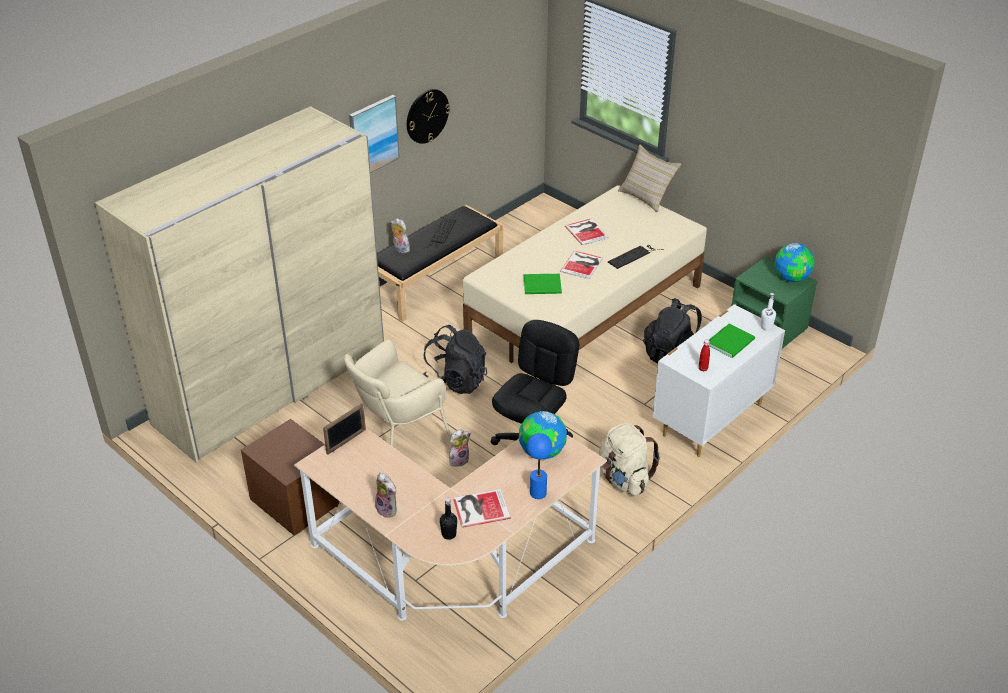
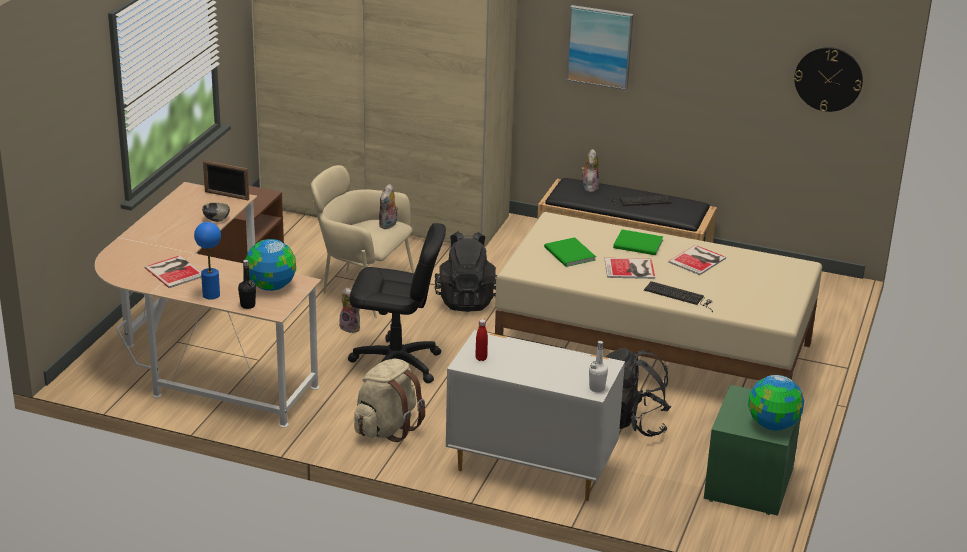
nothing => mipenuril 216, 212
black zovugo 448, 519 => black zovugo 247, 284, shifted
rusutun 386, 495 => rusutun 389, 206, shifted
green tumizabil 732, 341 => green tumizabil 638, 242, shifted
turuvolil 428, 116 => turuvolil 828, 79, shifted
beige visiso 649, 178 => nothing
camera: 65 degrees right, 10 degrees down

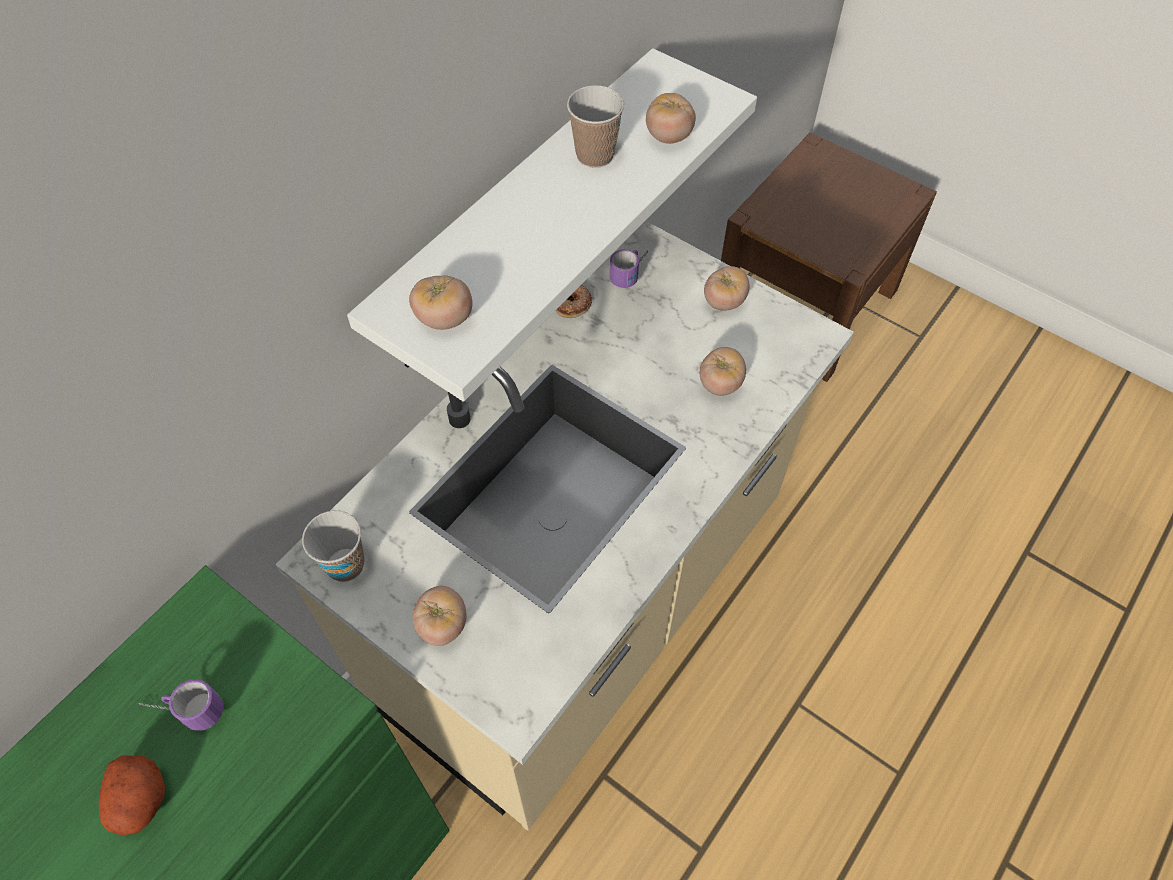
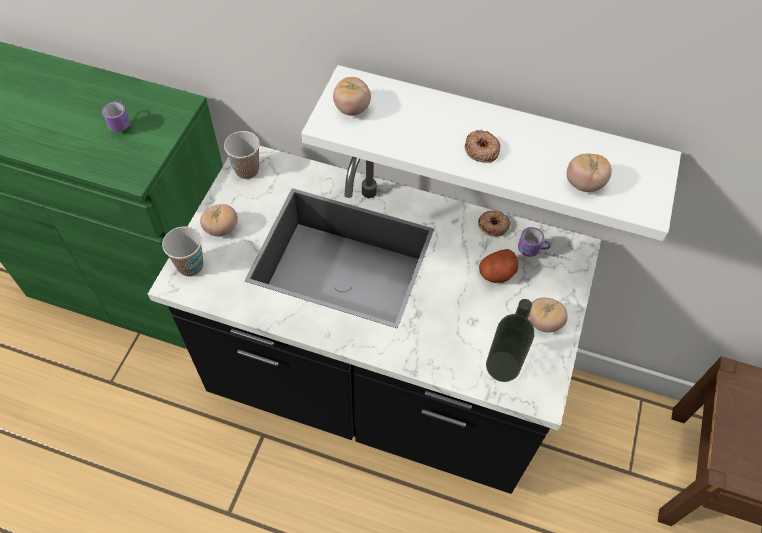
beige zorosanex 564, 525 => black zorosanex 374, 320
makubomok 595, 126 => makubomok 182, 251, shifted
nothing => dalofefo 482, 146
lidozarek 132, 796 => lidozarek 498, 266, shifted
nothing => zovugo 510, 340
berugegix 723, 371 => nothing
camera: 70 degrees right, 0 degrees up

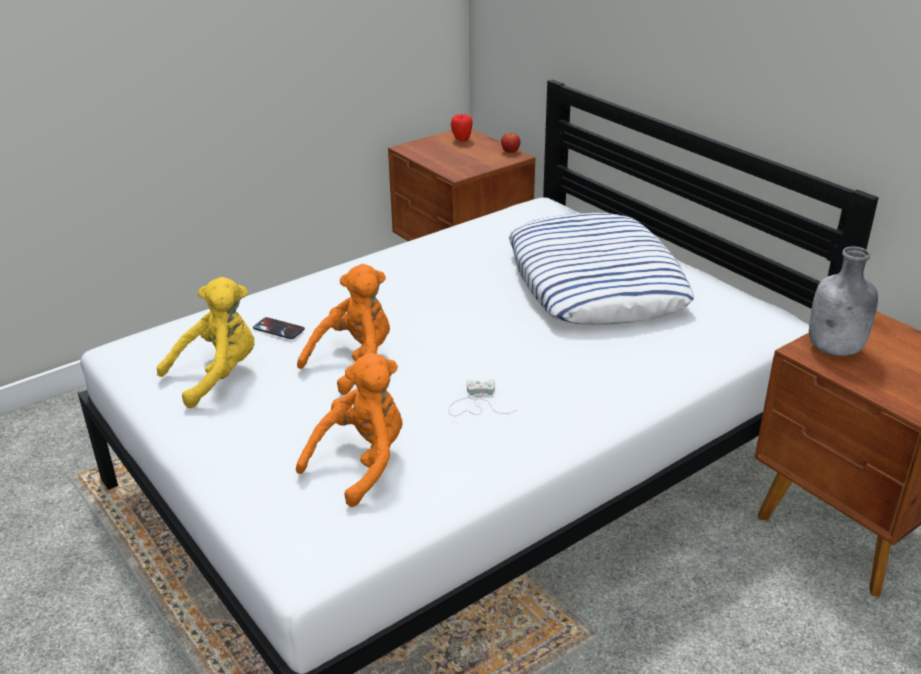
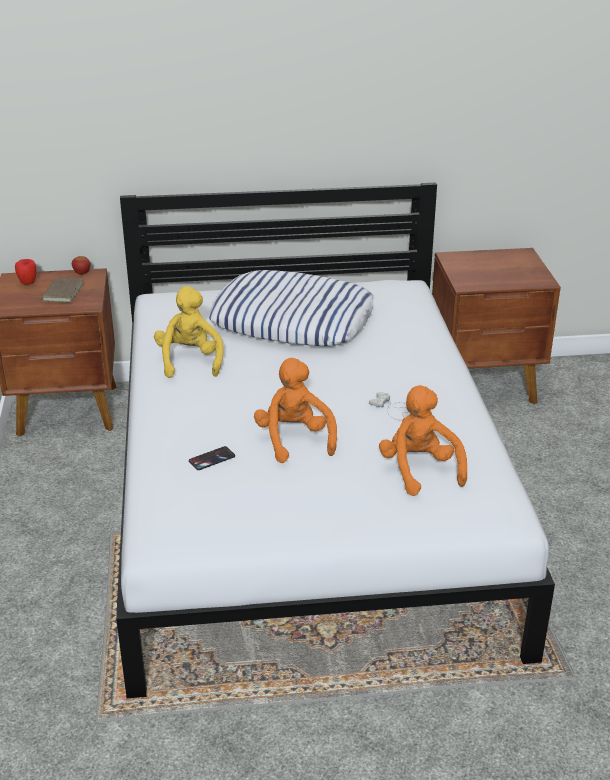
nothing => brown tumizabil 58, 290
yellow rusutun 206, 342 => yellow rusutun 189, 332, shifted
grey zovugo 843, 301 => nothing
camera: 60 degrees left, 0 degrees up

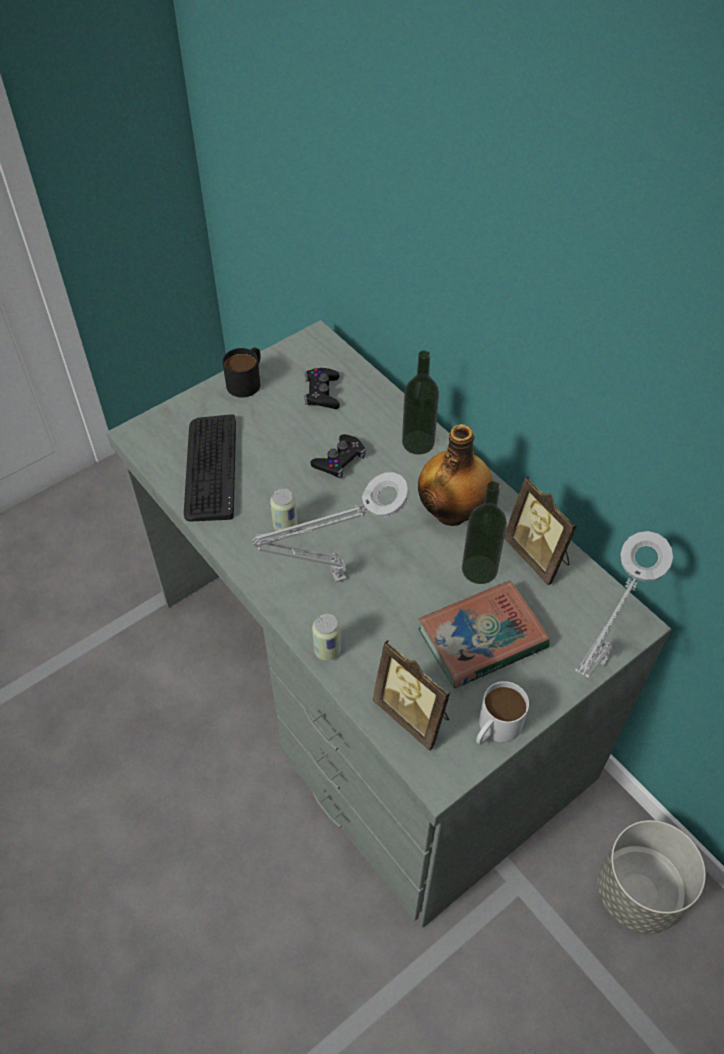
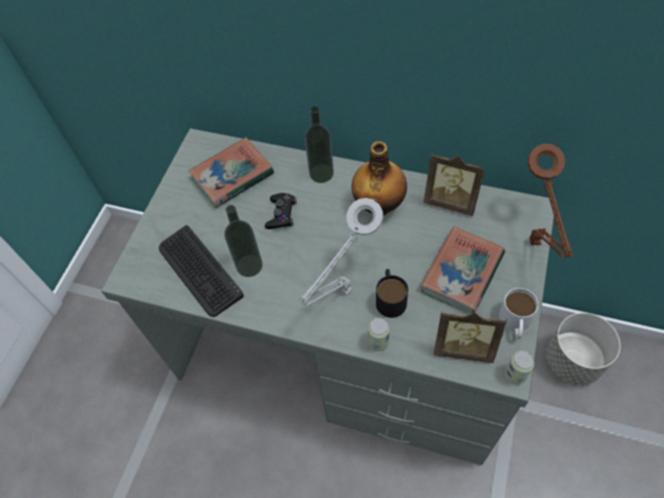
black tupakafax 322, 388 => tumizabil 231, 172
zovugo 484, 532 => zovugo 243, 241, shifted
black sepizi 241, 372 => black sepizi 392, 293, shifted
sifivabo 284, 511 => sifivabo 519, 367, shifted
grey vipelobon 623, 604 => brown vipelobon 550, 200
camera: 30 degrees left, 5 degrees up

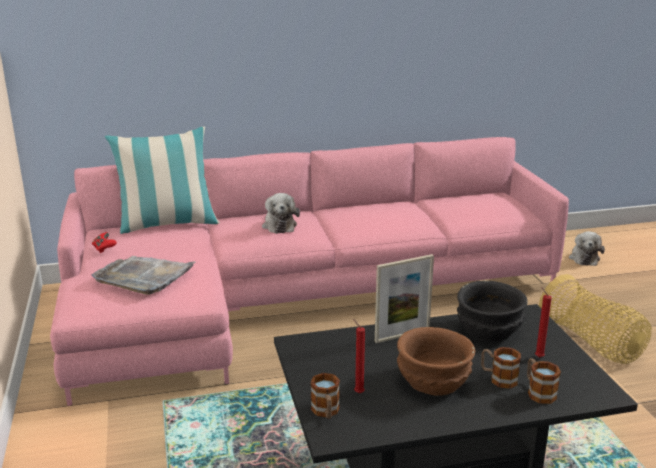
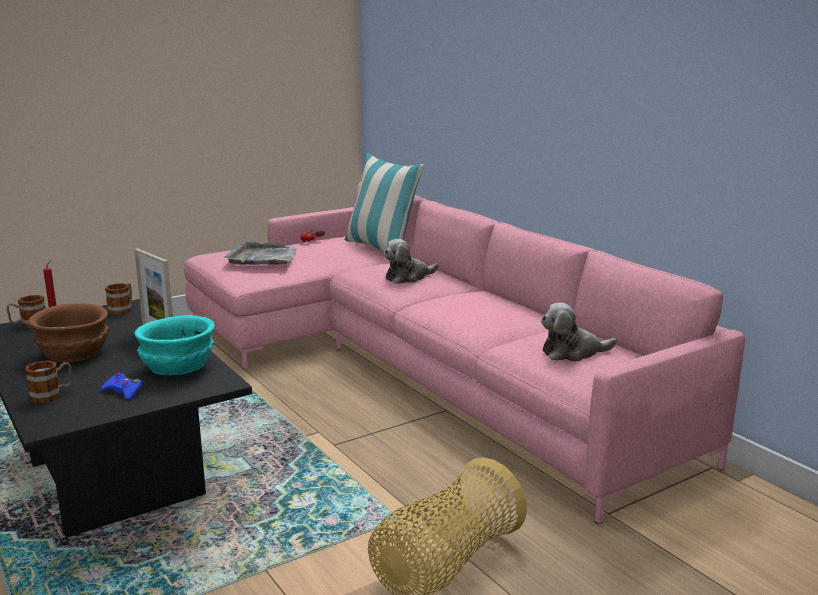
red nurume 543, 322 => blue tupakafax 121, 386
sepizi 501, 368 => sepizi 118, 299, shifted
black mipenuril 492, 311 => turquoise mipenuril 175, 345
rusutun 587, 248 => rusutun 579, 332, shifted
camera: 70 degrees right, 5 degrees down

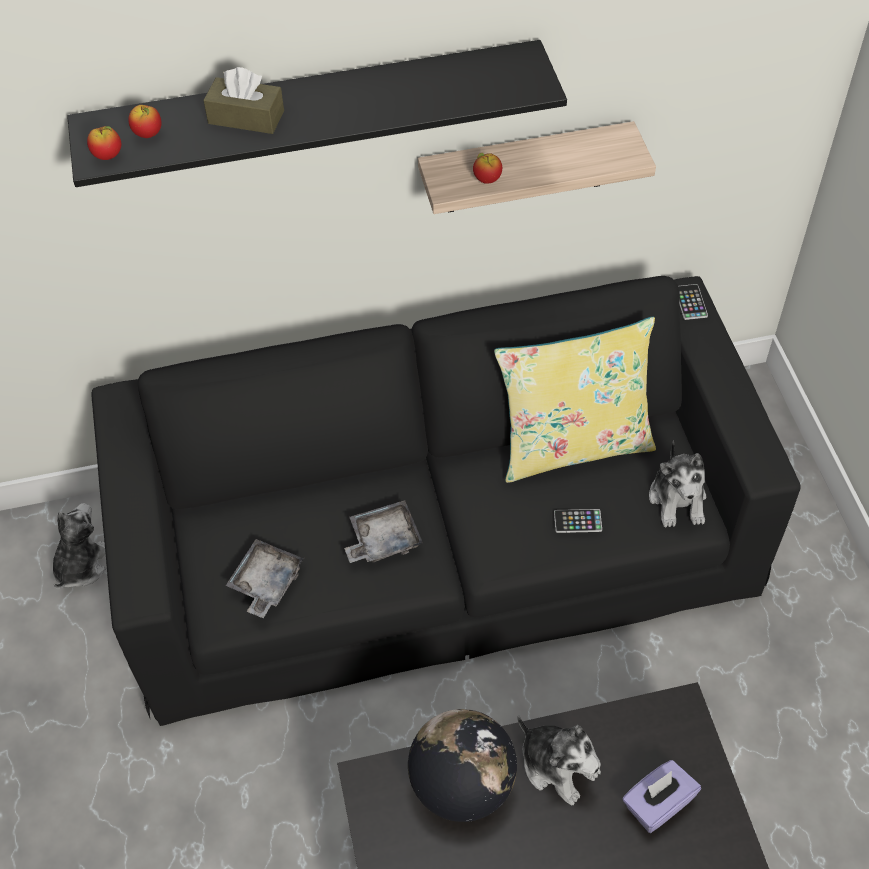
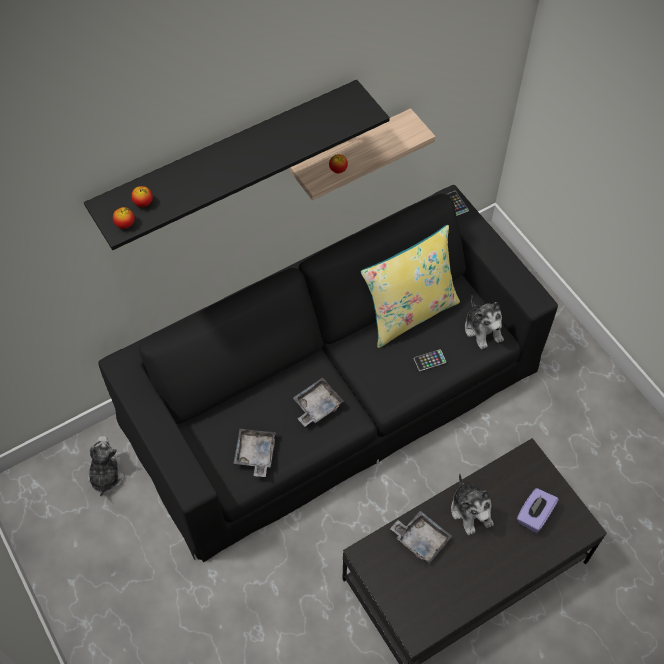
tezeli 462, 765 => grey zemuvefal 421, 537
rusutun 559, 760 => rusutun 472, 504, 45 degrees clockwise
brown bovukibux 243, 100 => nothing
camera: 20 degrees left, 5 degrees up

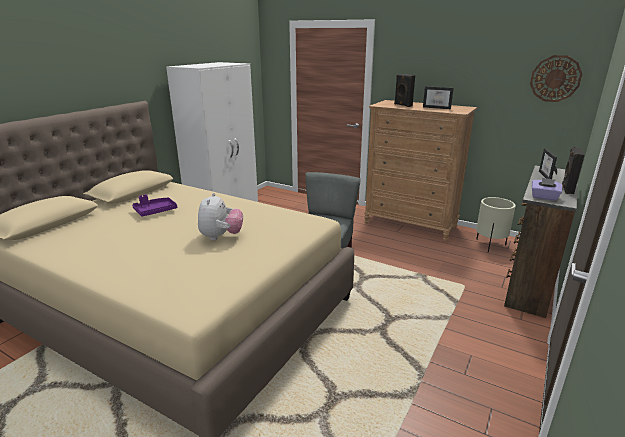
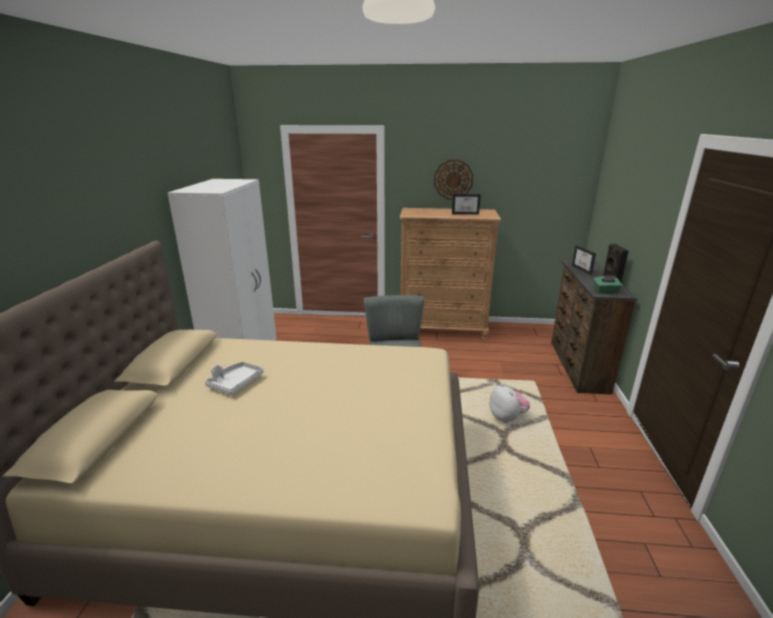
purple zemuvefal 154, 205 => white zemuvefal 234, 378
turuvolil 556, 78 => turuvolil 453, 180, shifted
rusutun 220, 217 => rusutun 509, 403, shifted
purple bovukibux 547, 189 => green bovukibux 607, 284
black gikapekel 404, 90 => nothing
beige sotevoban 496, 225 => nothing
camera: 25 degrees left, 0 degrees up

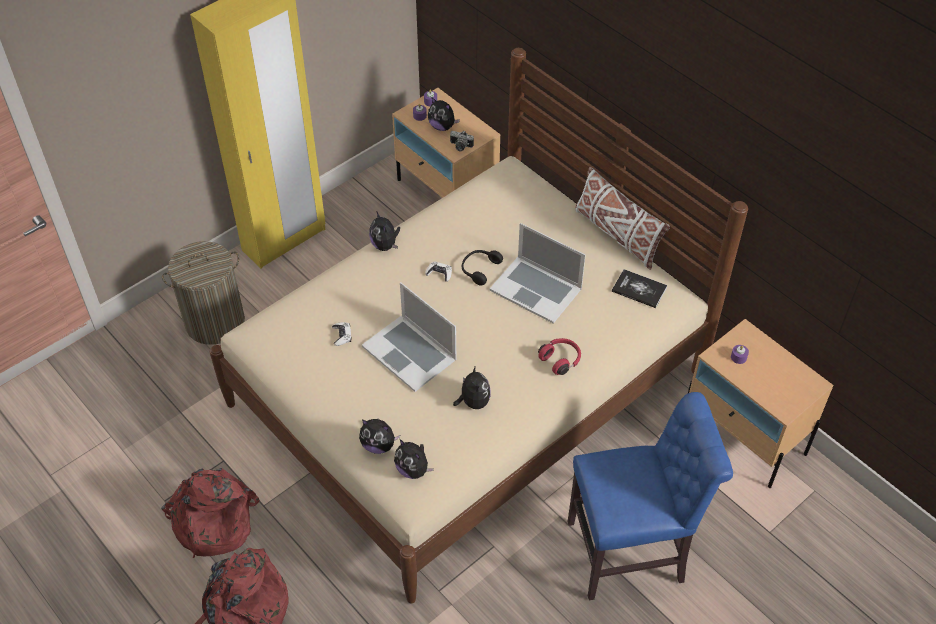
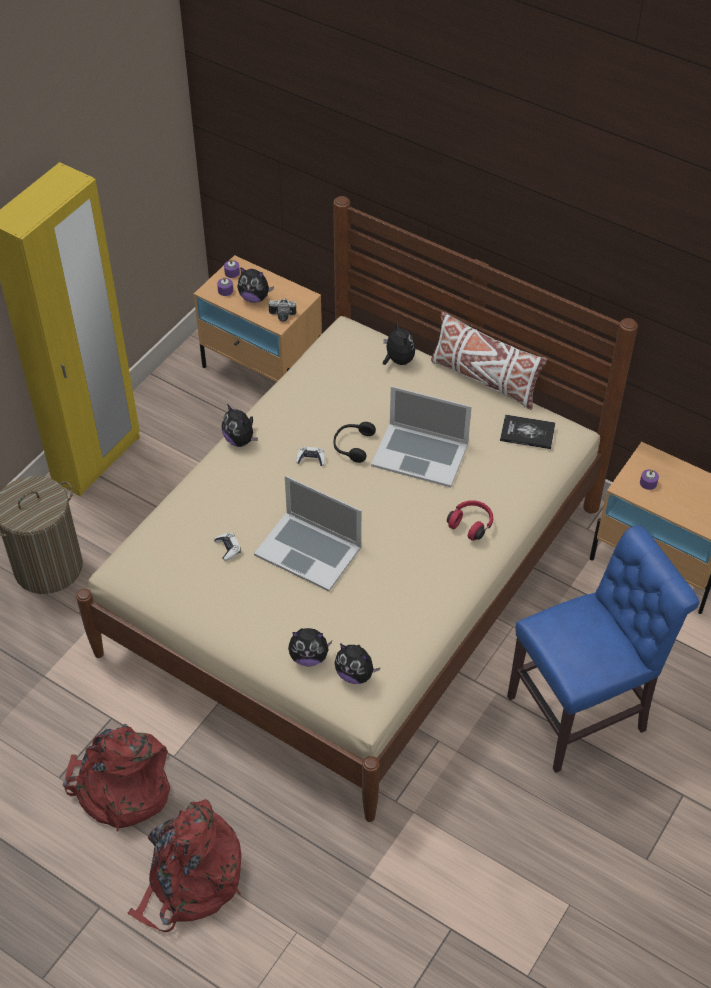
rusutun 472, 387 => rusutun 399, 343, shifted
camera: 15 degrees left, 0 degrees up

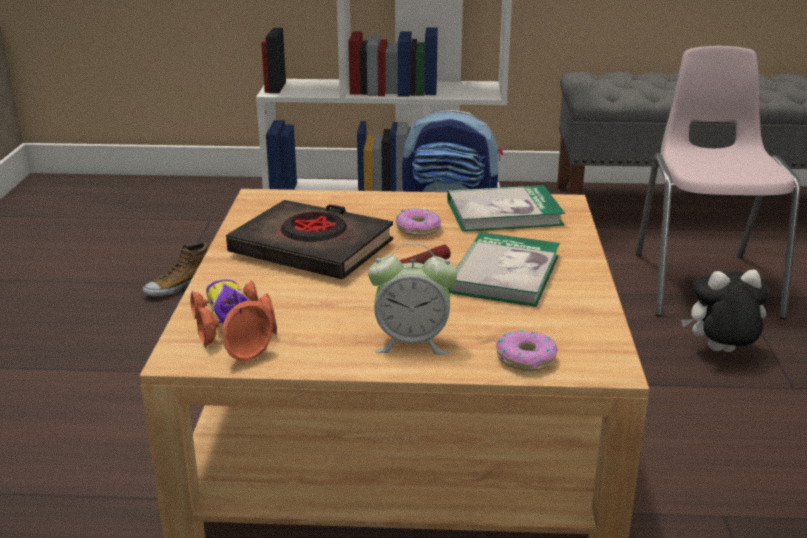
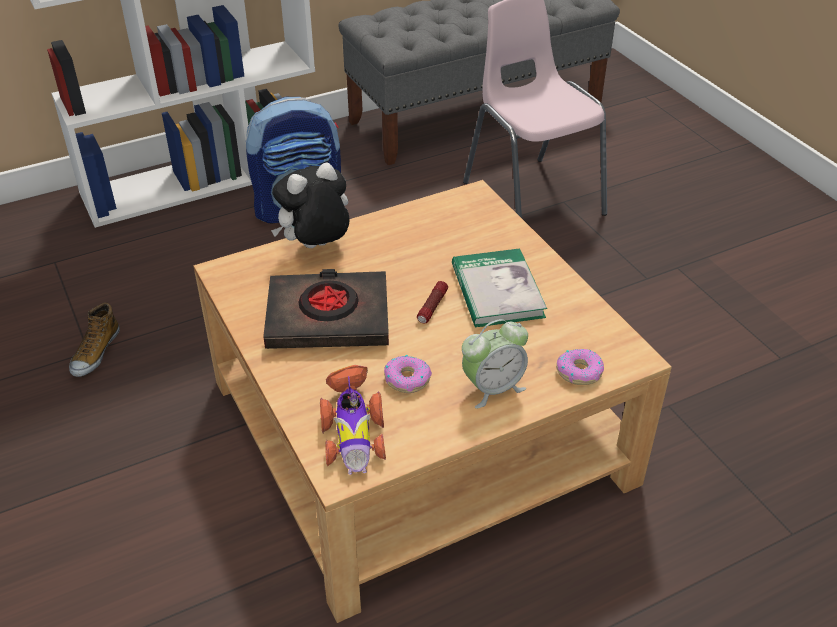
rusutun 725, 311 => rusutun 310, 205, shifted
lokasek 234, 320 => lokasek 353, 420, 135 degrees counterclockwise
dalofefo 418, 222 => dalofefo 408, 374, shifted
tumizabil 506, 208 => nothing
camera: 30 degrees left, 15 degrees up

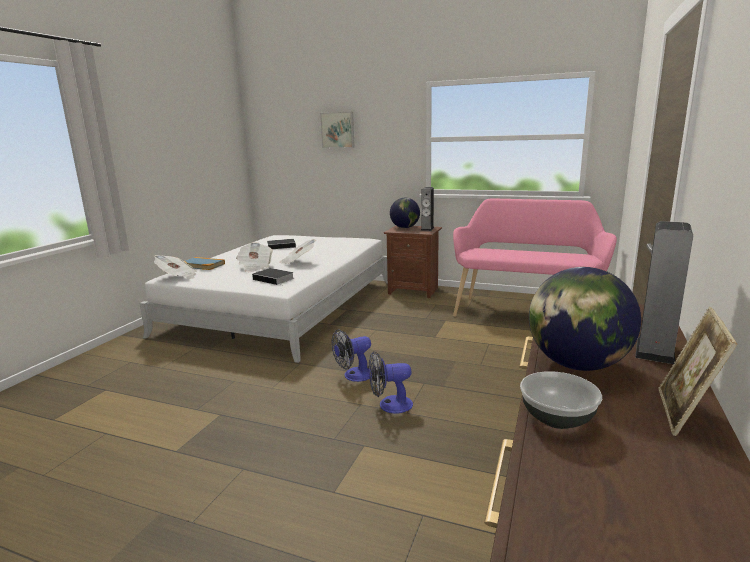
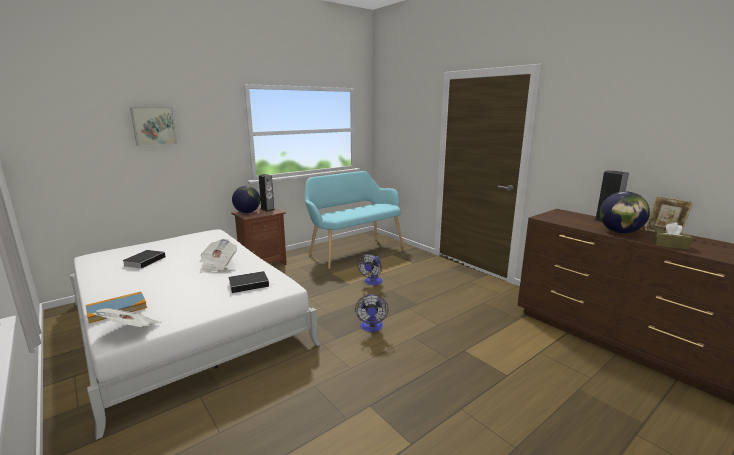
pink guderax 535, 257 => turquoise guderax 354, 220
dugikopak 391, 382 => dugikopak 370, 269, shifted
mipenuril 561, 400 => brown bovukibux 673, 236
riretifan 254, 257 => nothing
camera: 60 degrees left, 0 degrees up

